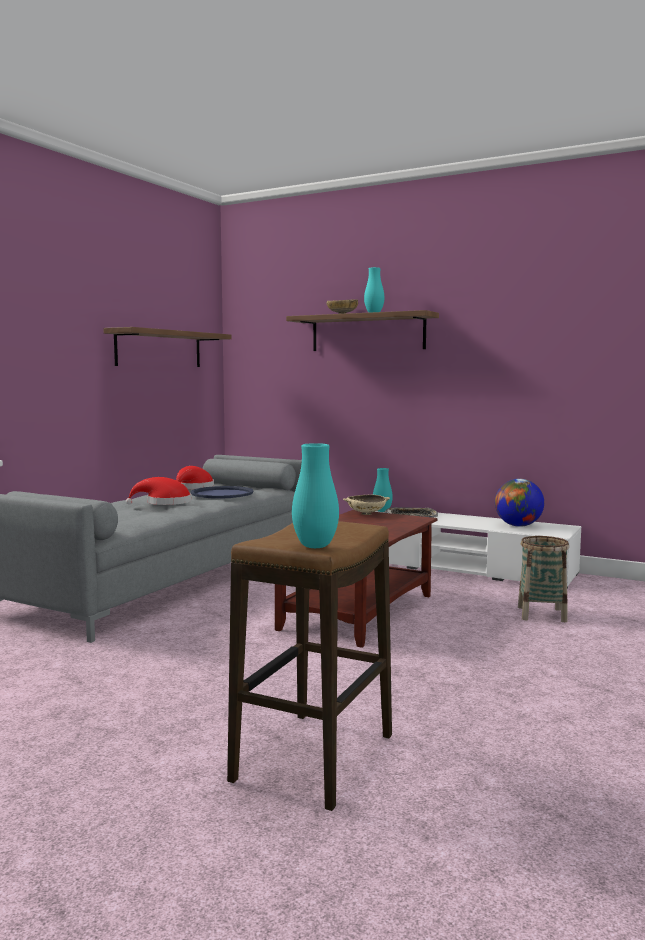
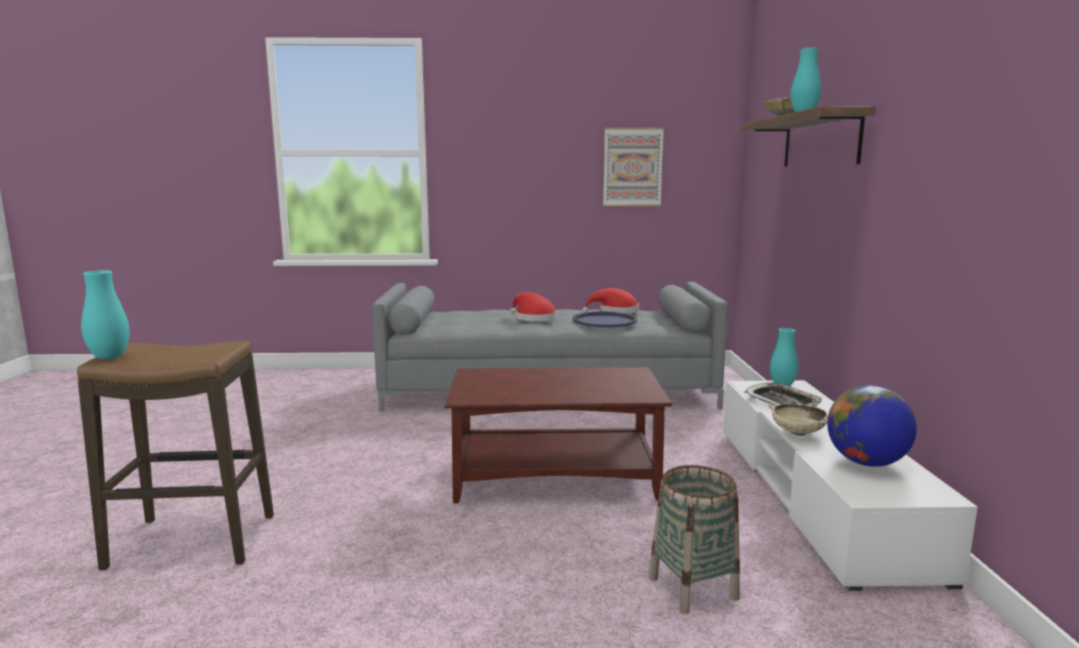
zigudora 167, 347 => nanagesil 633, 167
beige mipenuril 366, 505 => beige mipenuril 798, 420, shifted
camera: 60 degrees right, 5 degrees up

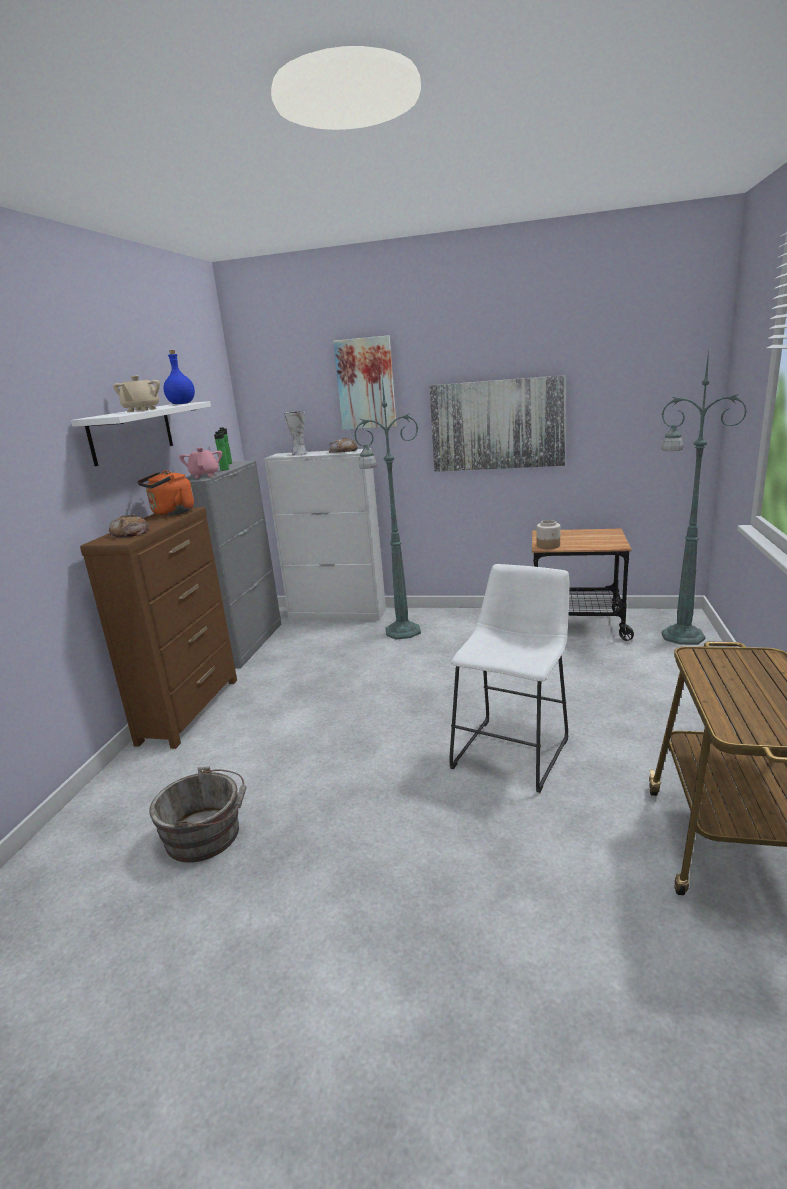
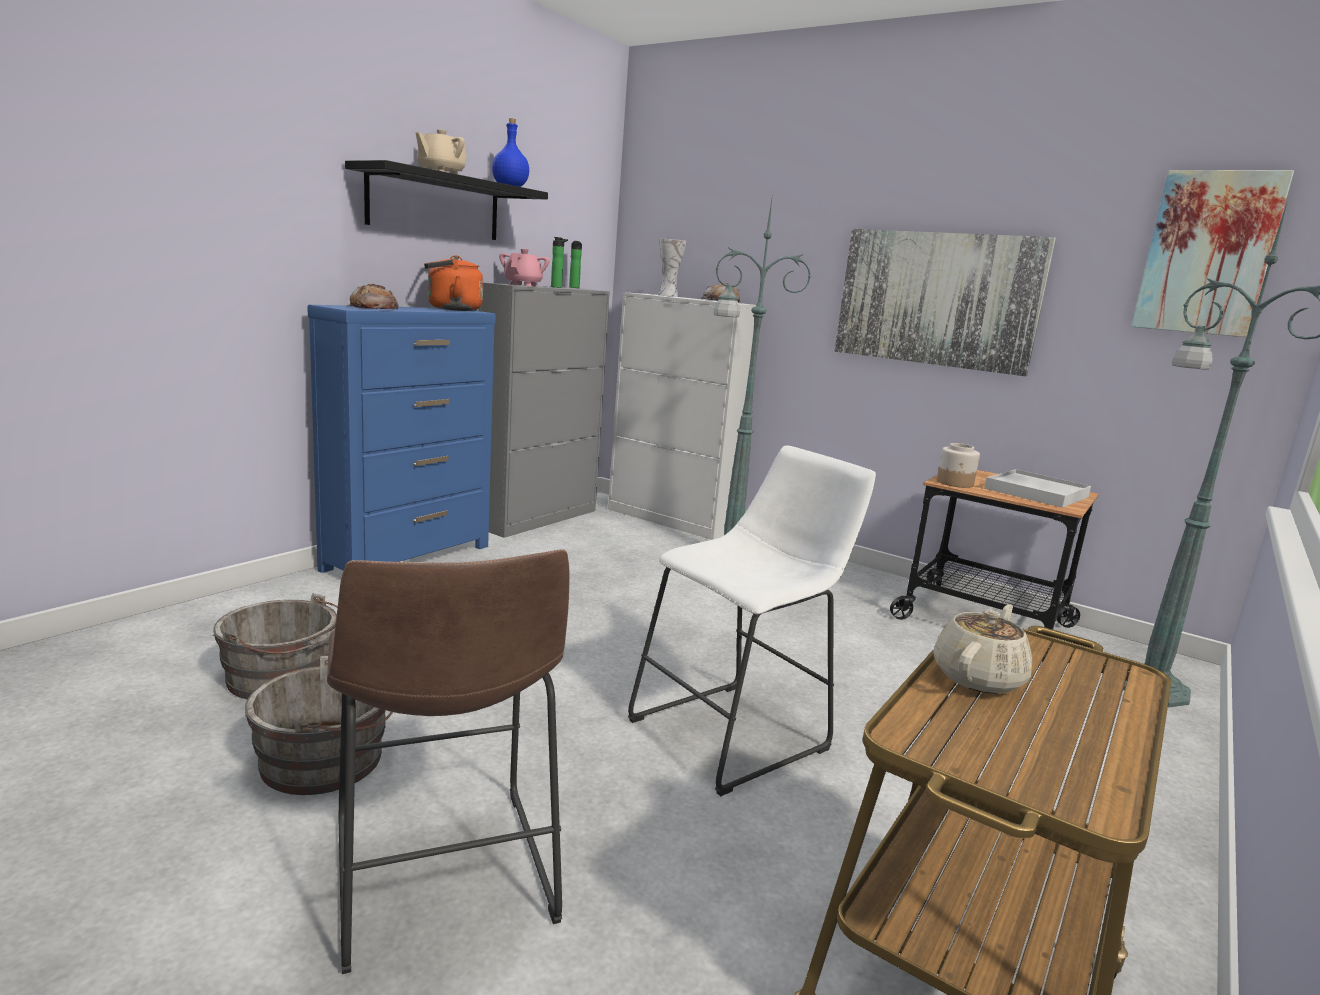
nothing => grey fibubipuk 319, 725
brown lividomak 158, 628 => blue lividomak 401, 439
nothing => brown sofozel 448, 761
white zigudora 141, 433 => black zigudora 446, 200
nothing => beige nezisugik 982, 649
nothing => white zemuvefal 1037, 488
nanagesil 365, 382 => nanagesil 1212, 253, shifted
camera: 20 degrees right, 5 degrees down

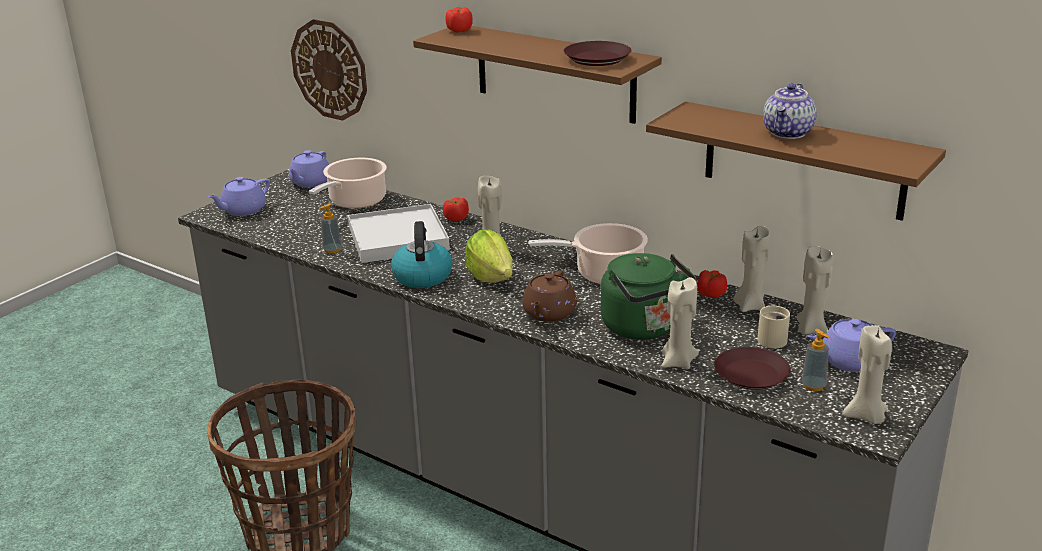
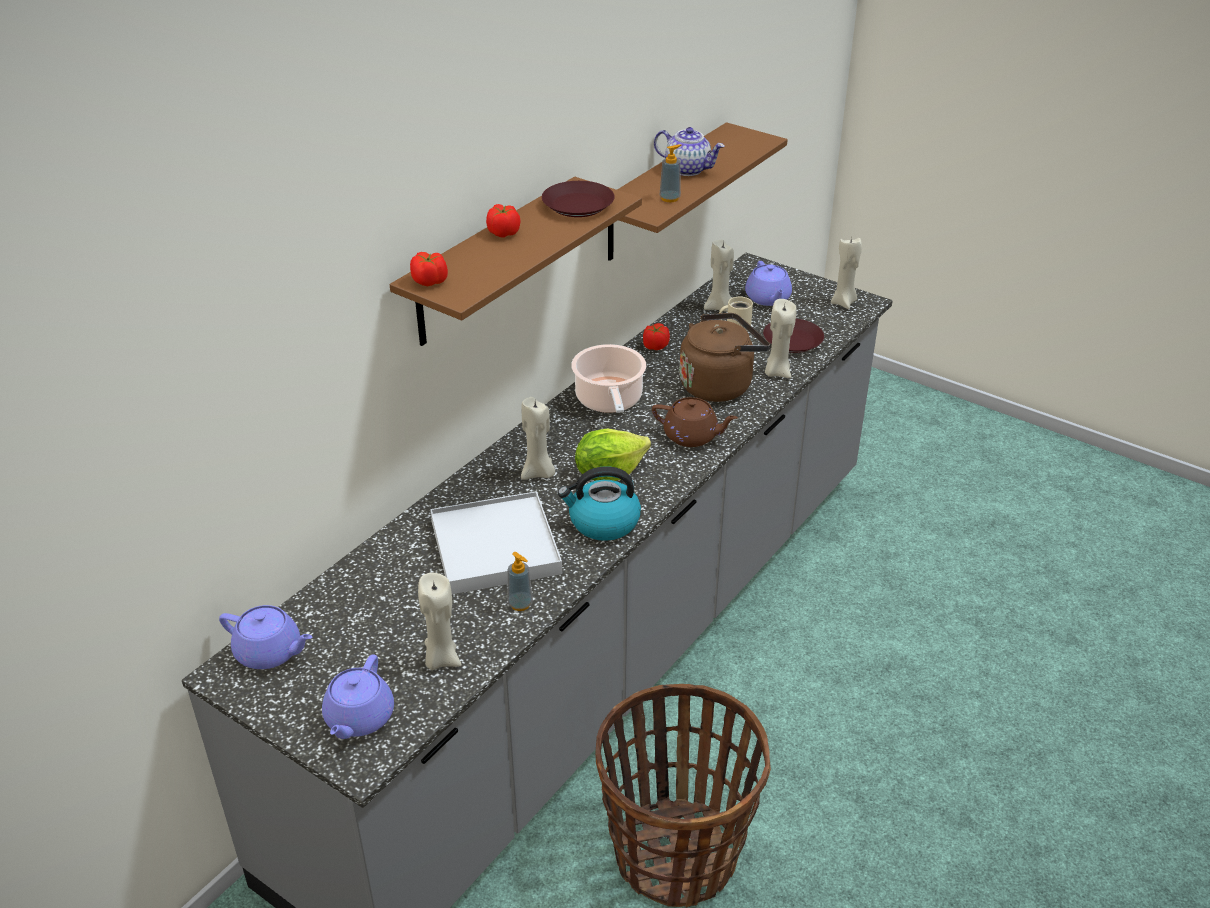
purple nezisugik 239, 196 => purple nezisugik 358, 697, 60 degrees clockwise
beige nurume 751, 269 => beige nurume 440, 621, shifted
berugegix 456, 209 => berugegix 503, 220, shifted
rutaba 815, 360 => rutaba 671, 173, shifted
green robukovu 648, 296 => brown robukovu 724, 357
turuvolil 329, 70 => nothing
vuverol 348, 183 => nothing
camera: 90 degrees left, 10 degrees up

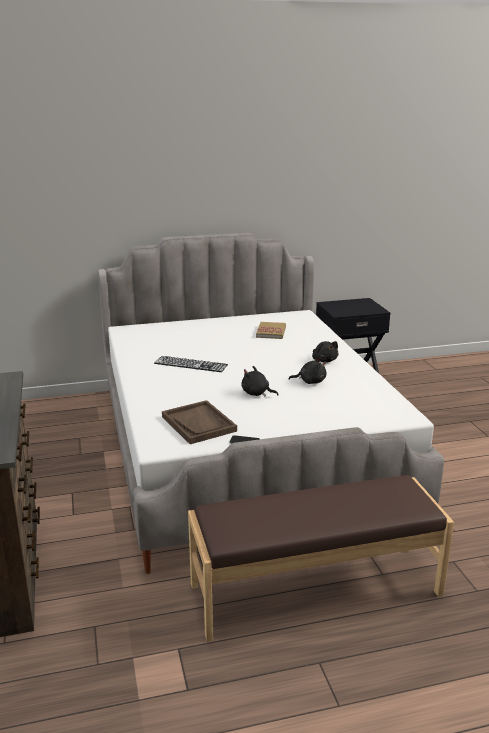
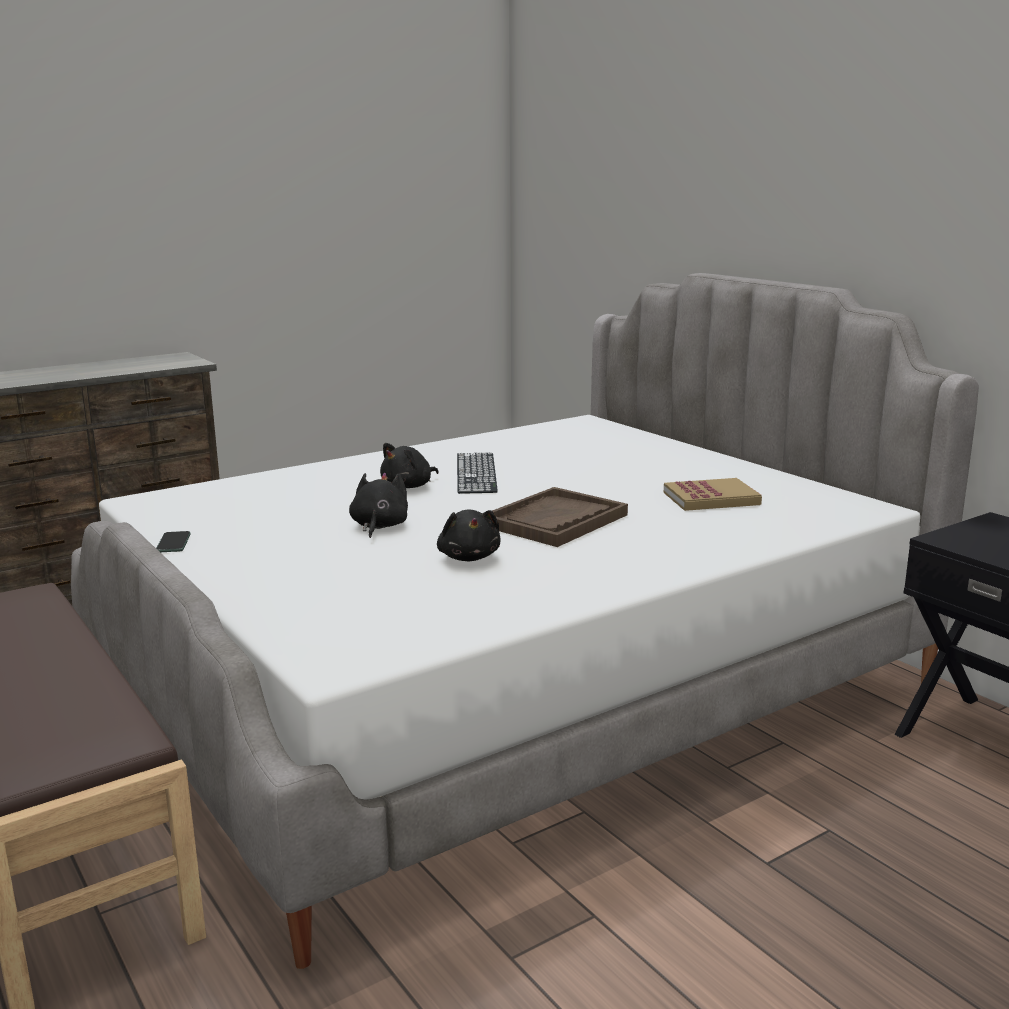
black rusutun 325, 352 => black rusutun 409, 465, shifted
brown zemuvefal 199, 422 => brown zemuvefal 560, 517, shifted
camera: 70 degrees right, 5 degrees down

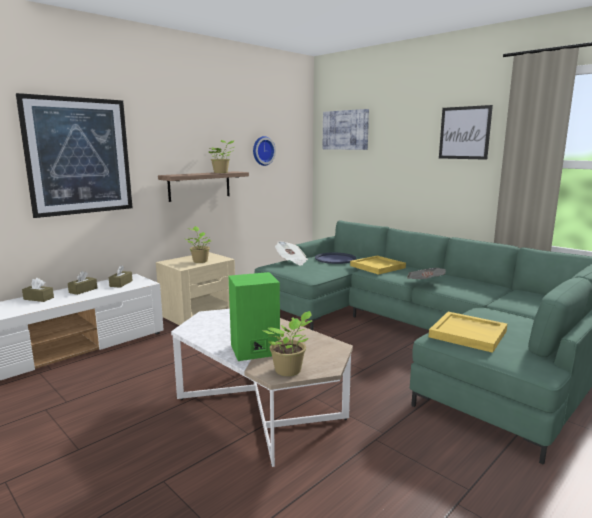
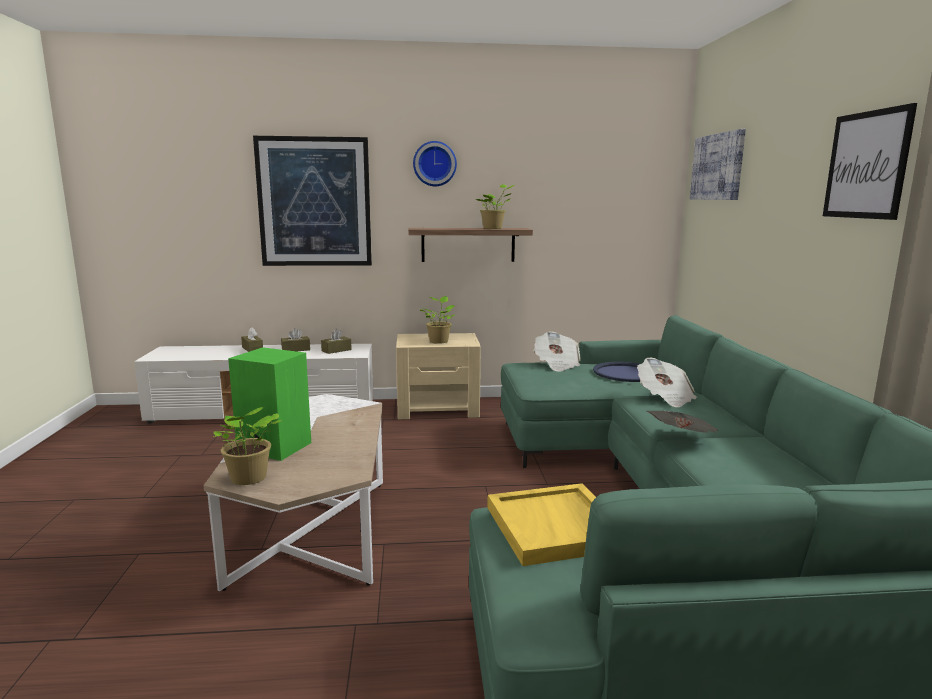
turuvolil 264, 151 => turuvolil 435, 163, shifted
yellow zemuvefal 378, 265 => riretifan 667, 383
camera: 40 degrees right, 0 degrees up

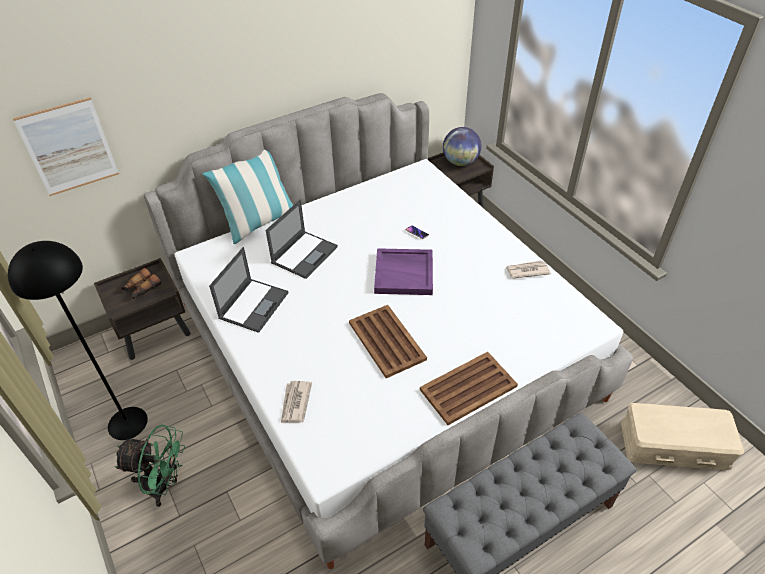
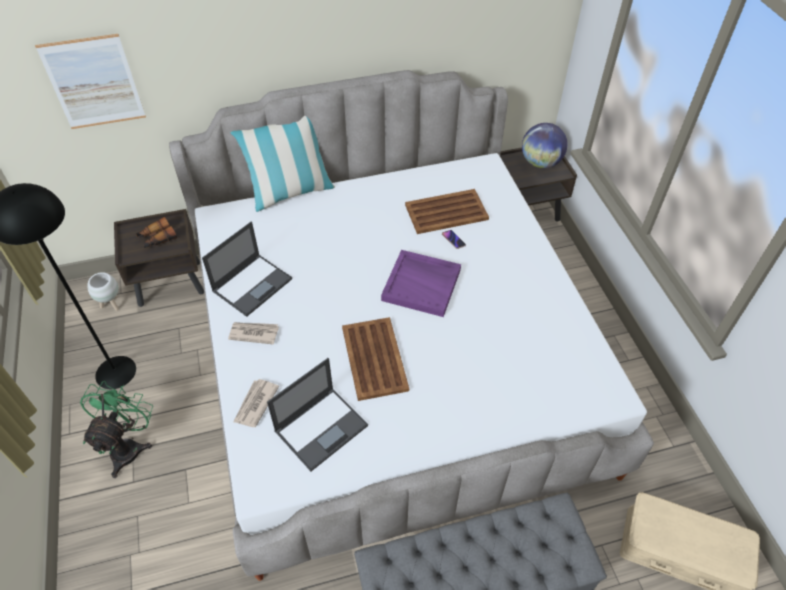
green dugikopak 150, 465 => green dugikopak 116, 429, 105 degrees counterclockwise
nothing => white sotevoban 103, 291
riretifan 528, 269 => riretifan 253, 333, shifted
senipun 302, 239 => senipun 317, 414, shifted
brown zemuvefal 469, 388 => brown zemuvefal 447, 211, shifted
camera: 15 degrees right, 5 degrees up

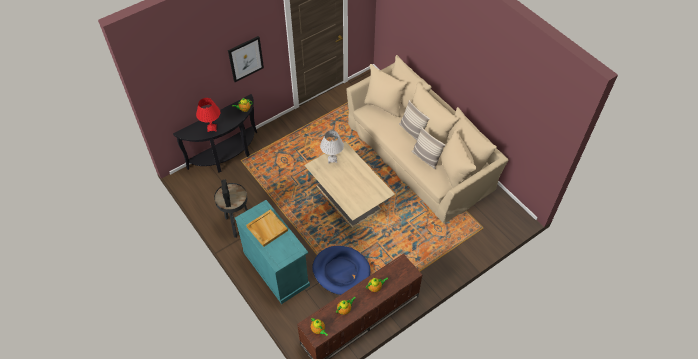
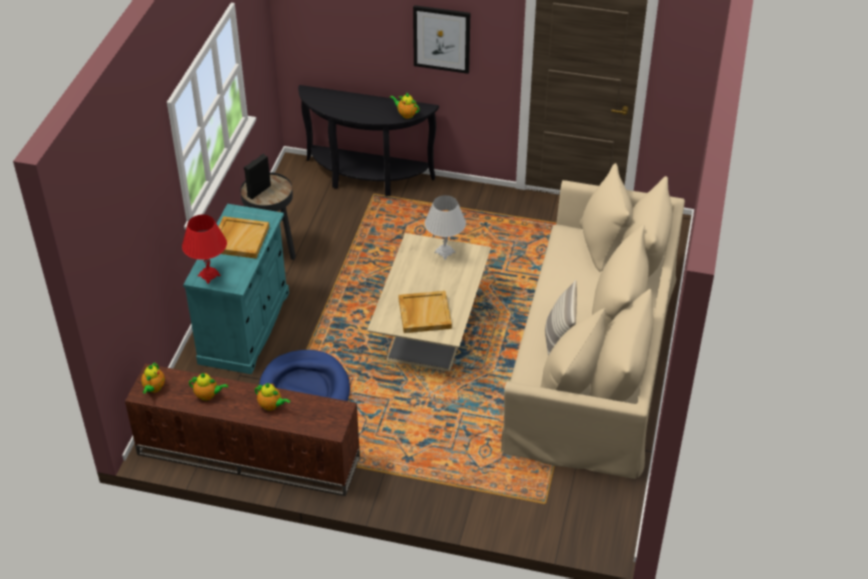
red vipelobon 208, 115 => red vipelobon 204, 249, shifted
nothing => beige zemuvefal 425, 312
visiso 414, 120 => nothing
camera: 50 degrees right, 10 degrees down

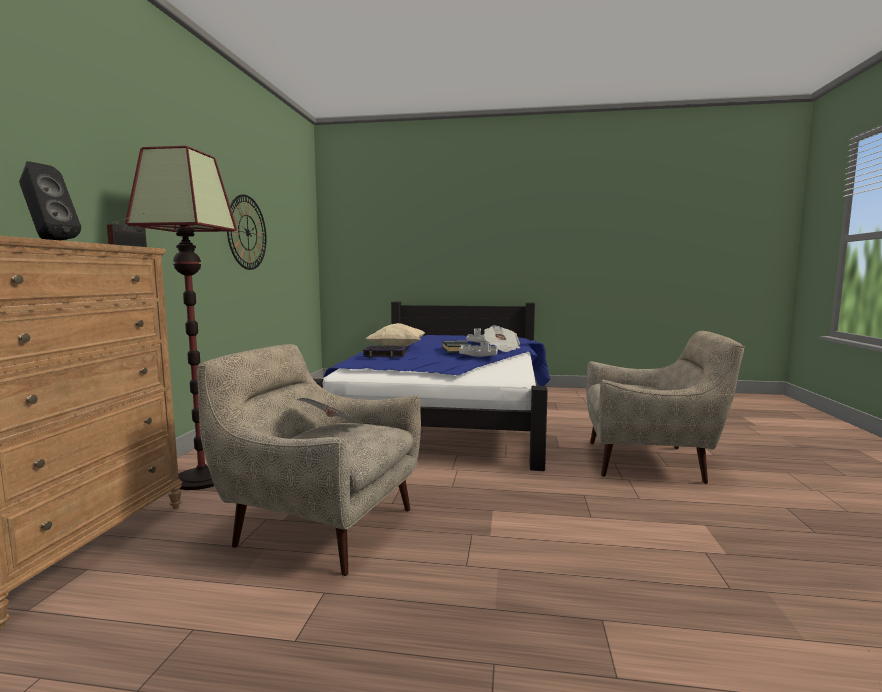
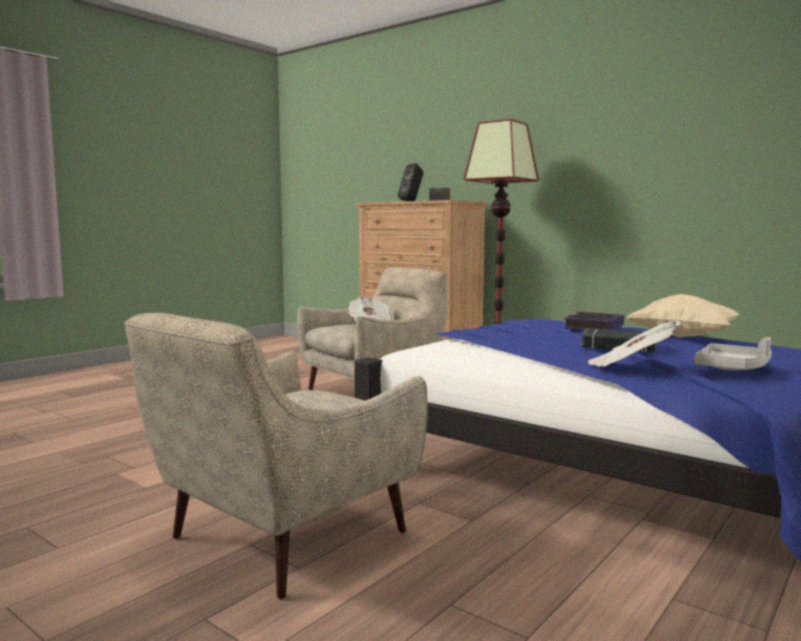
turuvolil 246, 232 => nothing
grey zemuvefal 478, 350 => nothing
camera: 120 degrees right, 0 degrees up

